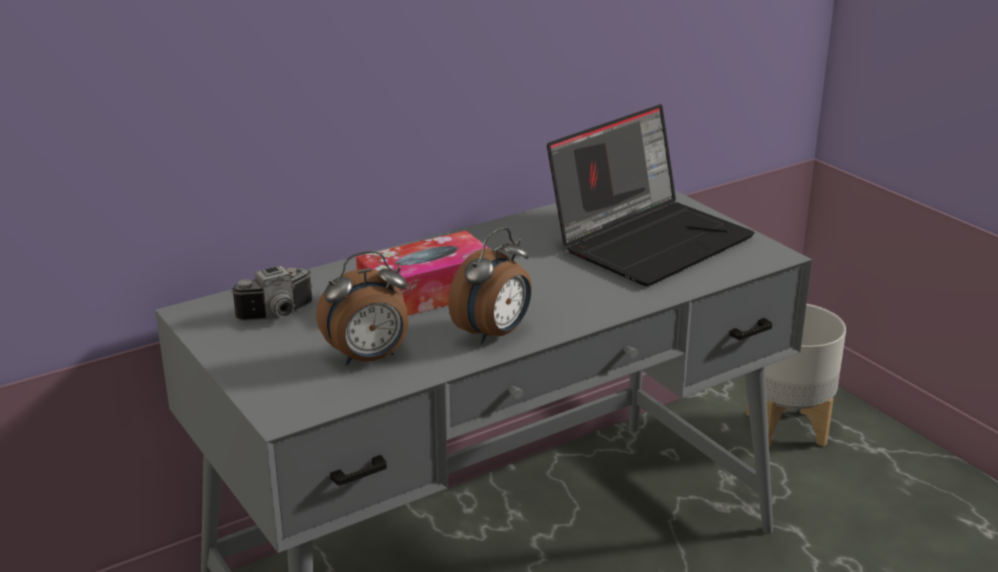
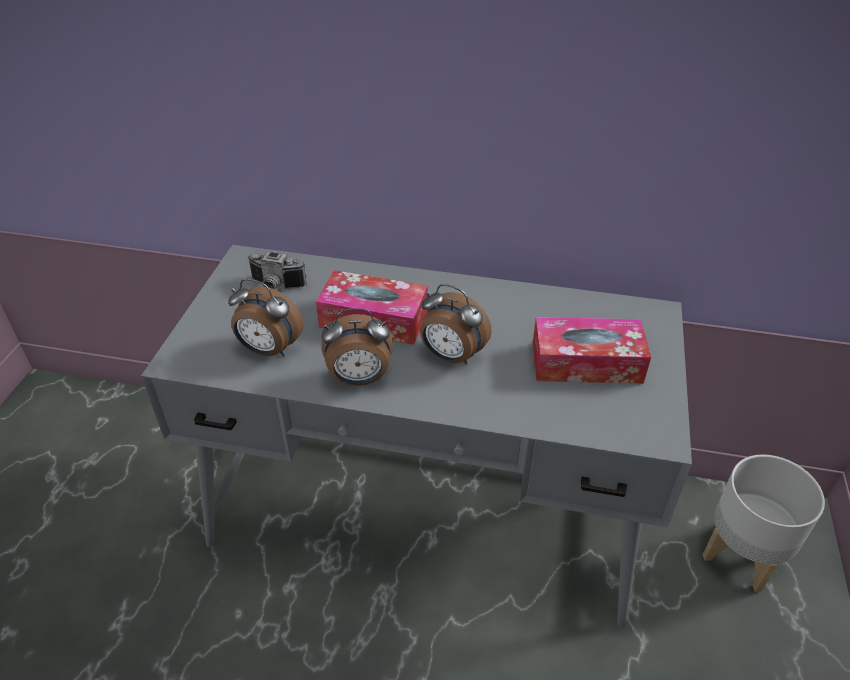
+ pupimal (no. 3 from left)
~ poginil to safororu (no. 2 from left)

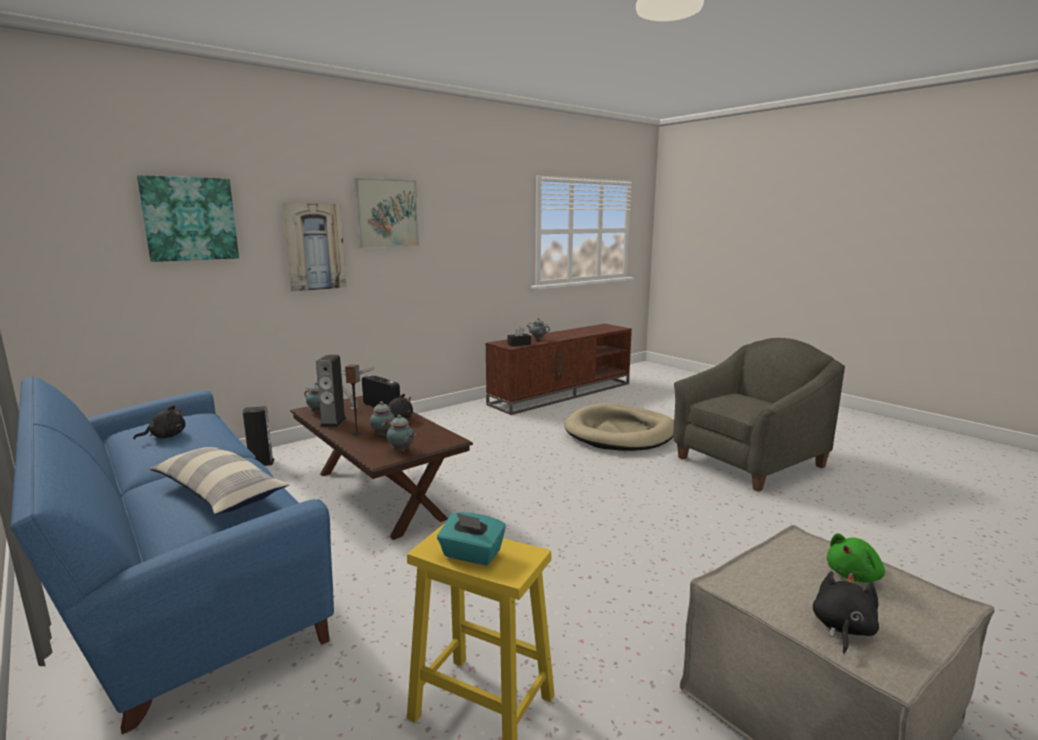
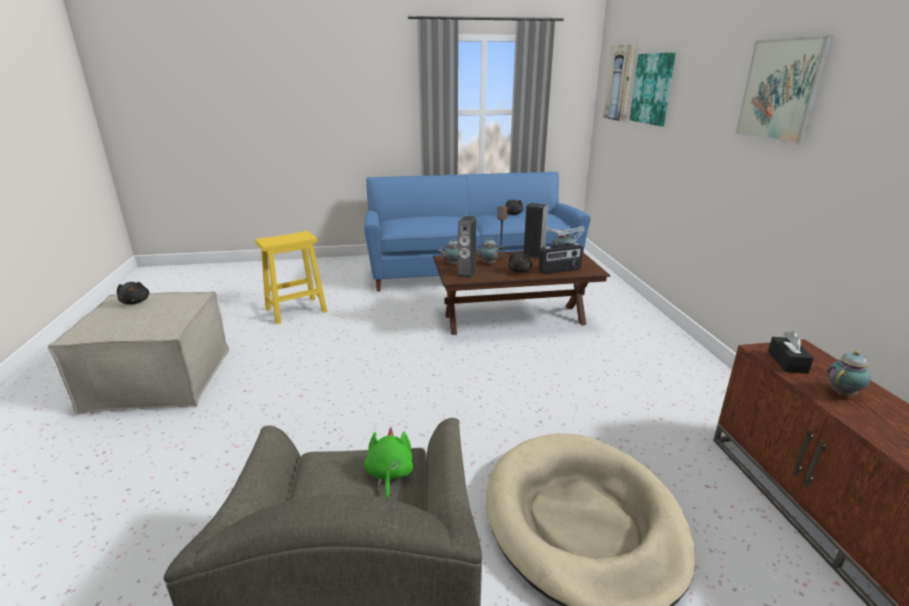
~ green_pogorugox
~ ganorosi (no. 1 from left)
~ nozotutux (no. 2 from left in the first image) to nozotutux (no. 1 from left)
- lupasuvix
- turquoise_safororu

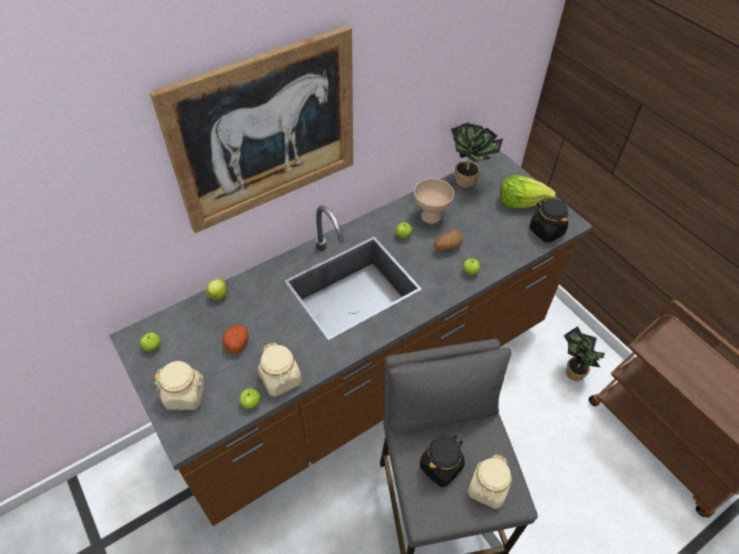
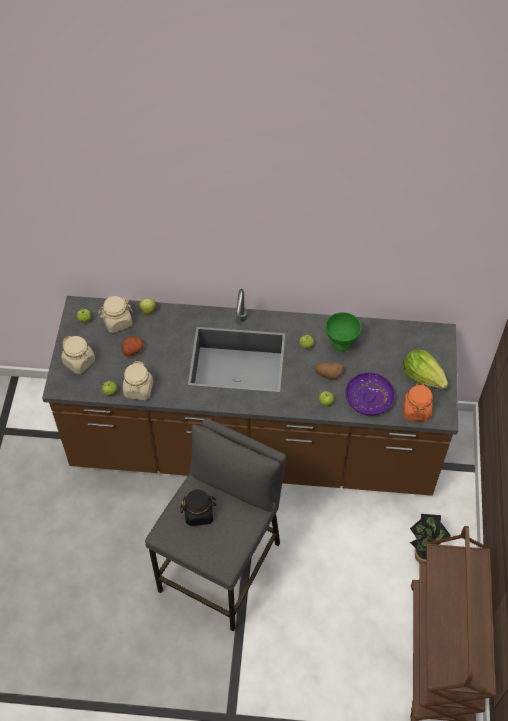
~ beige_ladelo (no. 3 from left in the first image) to beige_ladelo (no. 2 from left)
~ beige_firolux to green_firolux
+ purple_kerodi
~ black_ladelo (no. 2 from left) to orange_ladelo
- nozotutux
- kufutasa (no. 1 from left)

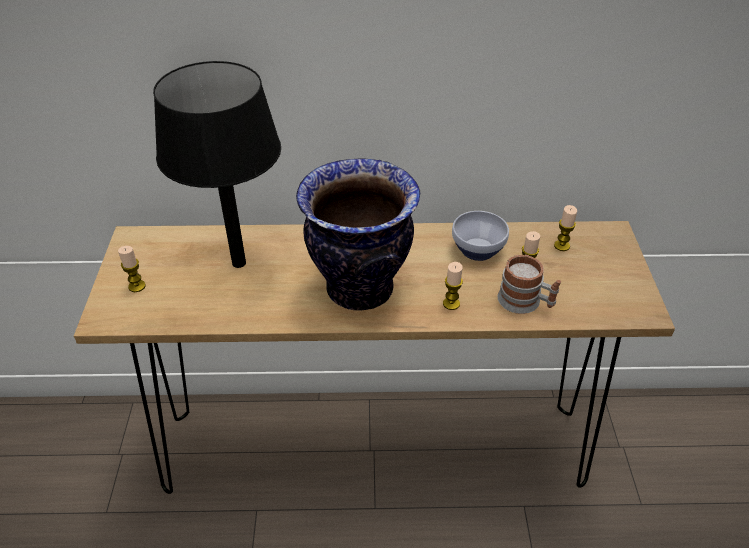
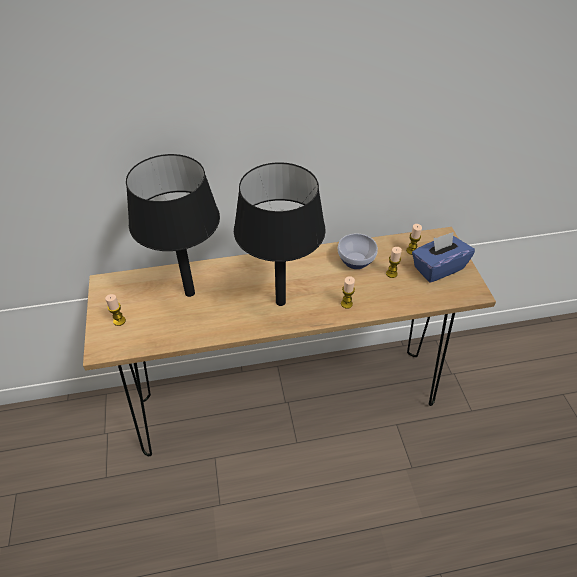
~ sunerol to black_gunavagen (no. 2 from left)
+ blue_safororu
- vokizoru

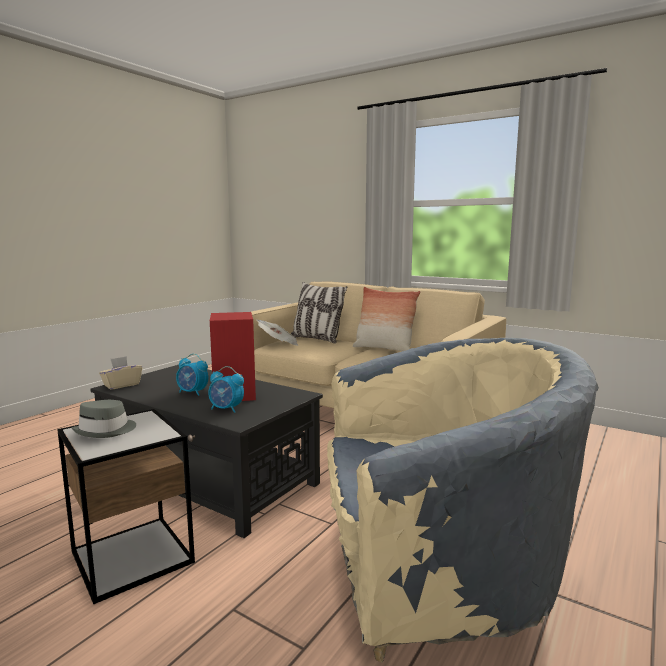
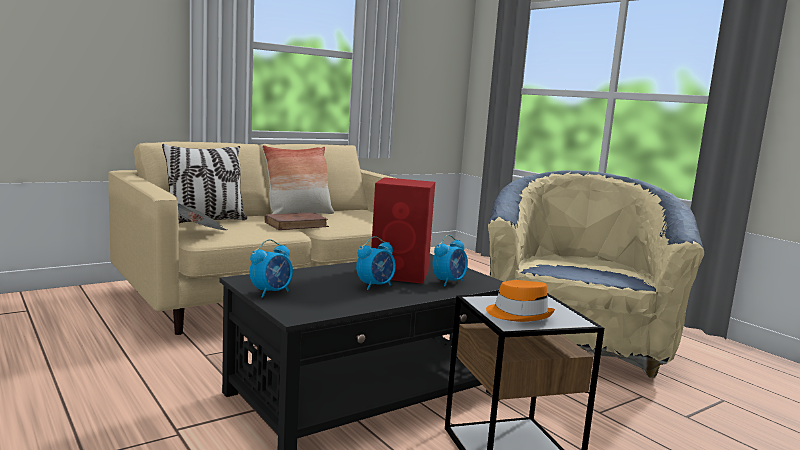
+ pupimal (no. 1 from left)
+ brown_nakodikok
~ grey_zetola to orange_zetola
- beige_safororu

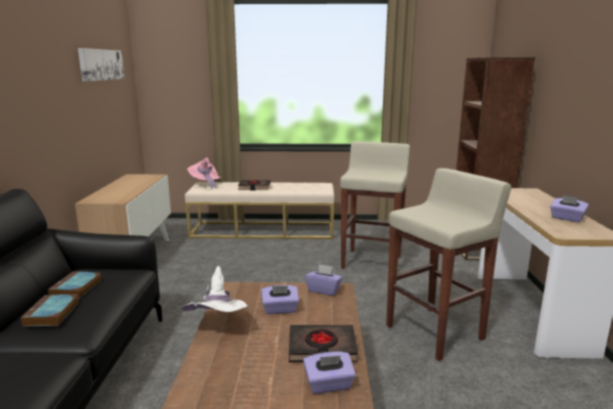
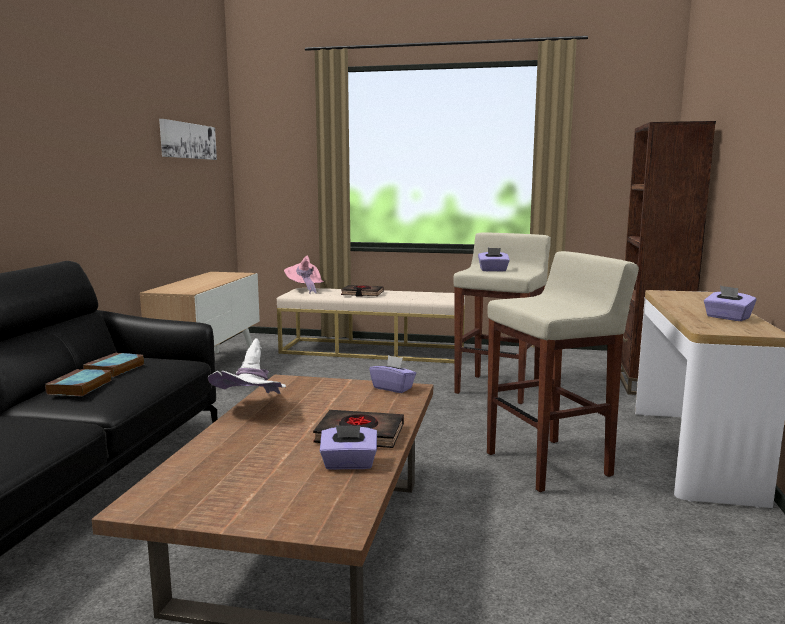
~ purple_safororu (no. 1 from left in the first image) to purple_safororu (no. 3 from left)

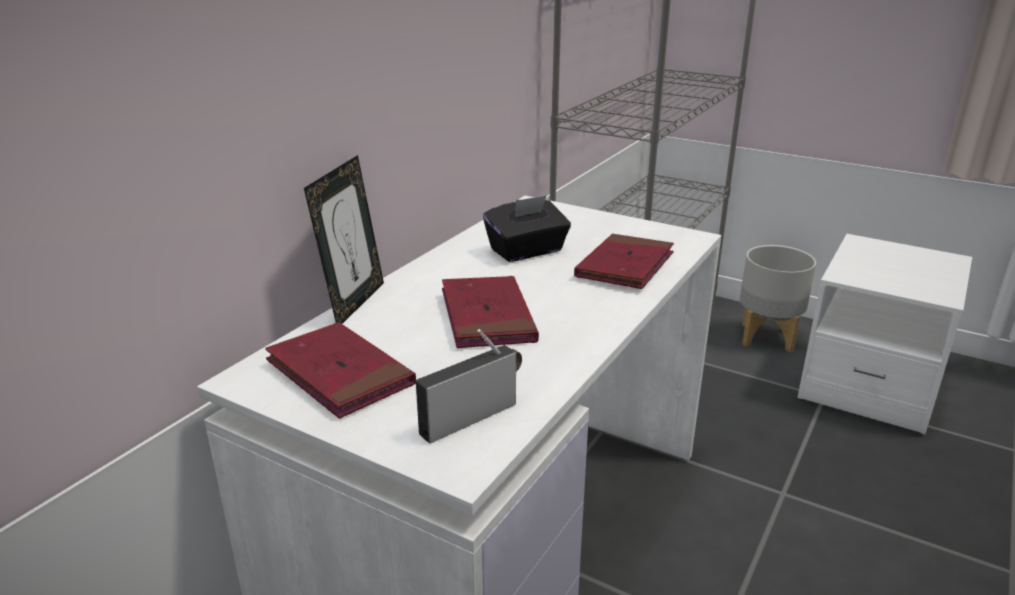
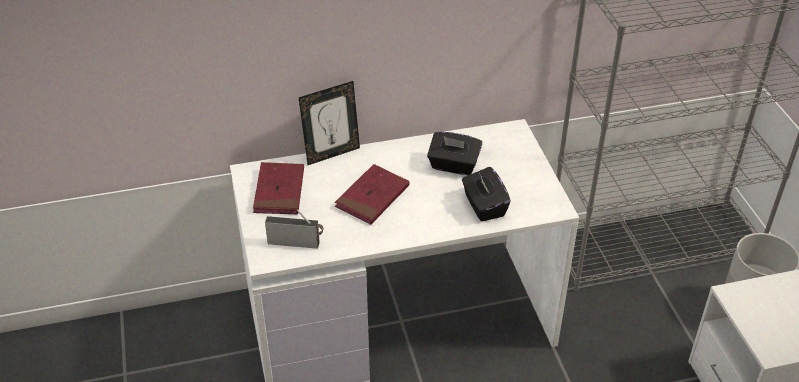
~ red_nakodikok (no. 3 from left) to black_safororu (no. 2 from left)

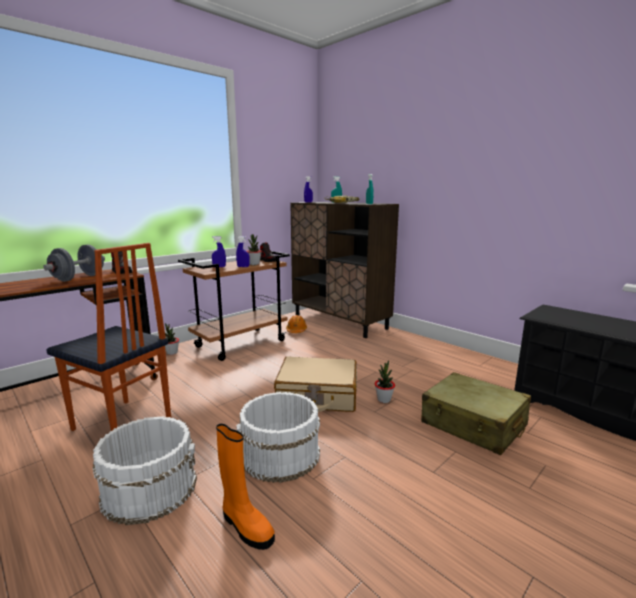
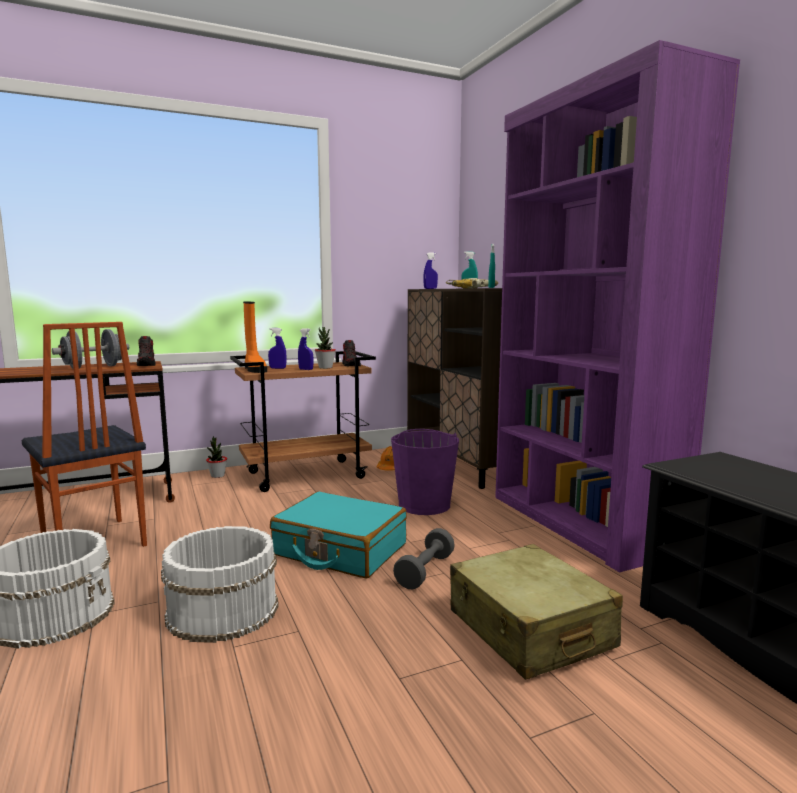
~ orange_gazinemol
~ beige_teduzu (no. 1 from left) to turquoise_teduzu
+ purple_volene
~ kufutasa (no. 3 from left) to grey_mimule (no. 2 from left)
+ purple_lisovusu

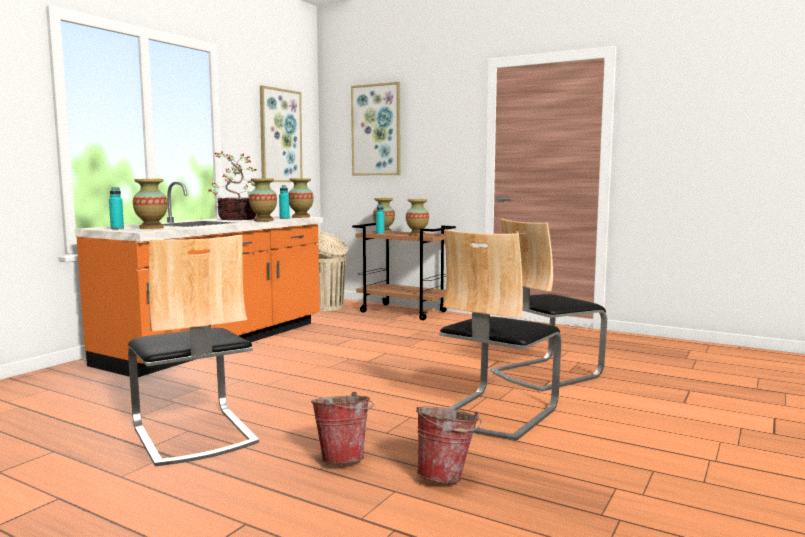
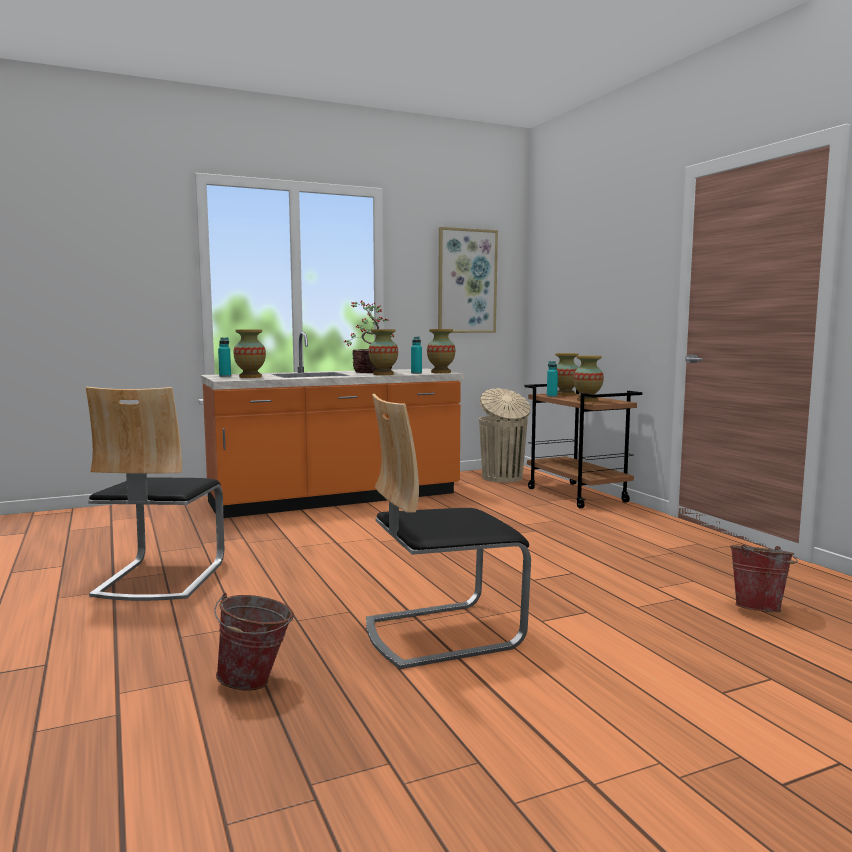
~ volene (no. 1 from left in the first image) to volene (no. 2 from left)
- nozotutux (no. 2 from left)
- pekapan (no. 3 from left)

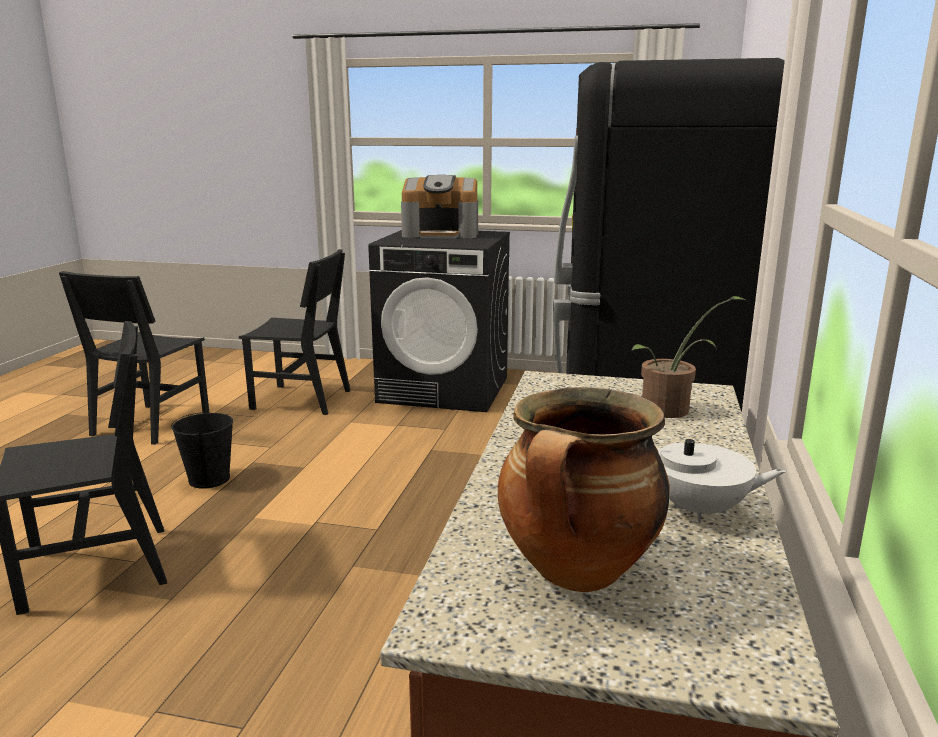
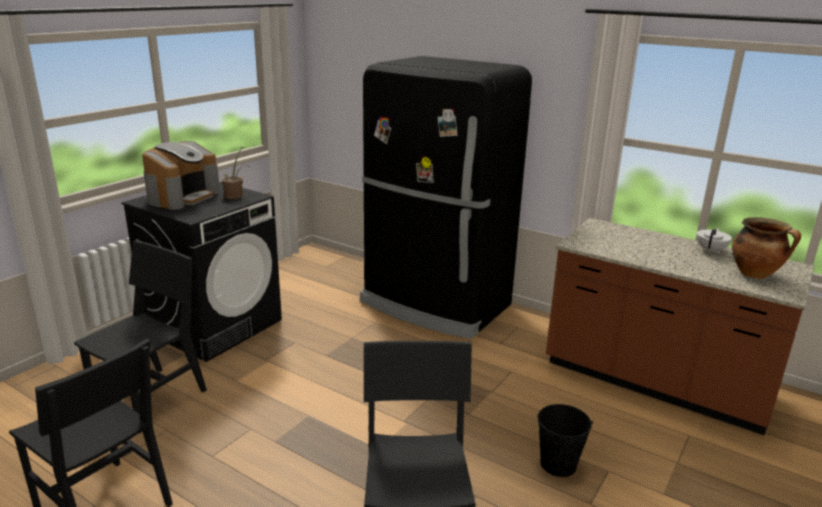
~ kufutasa
~ black_volene

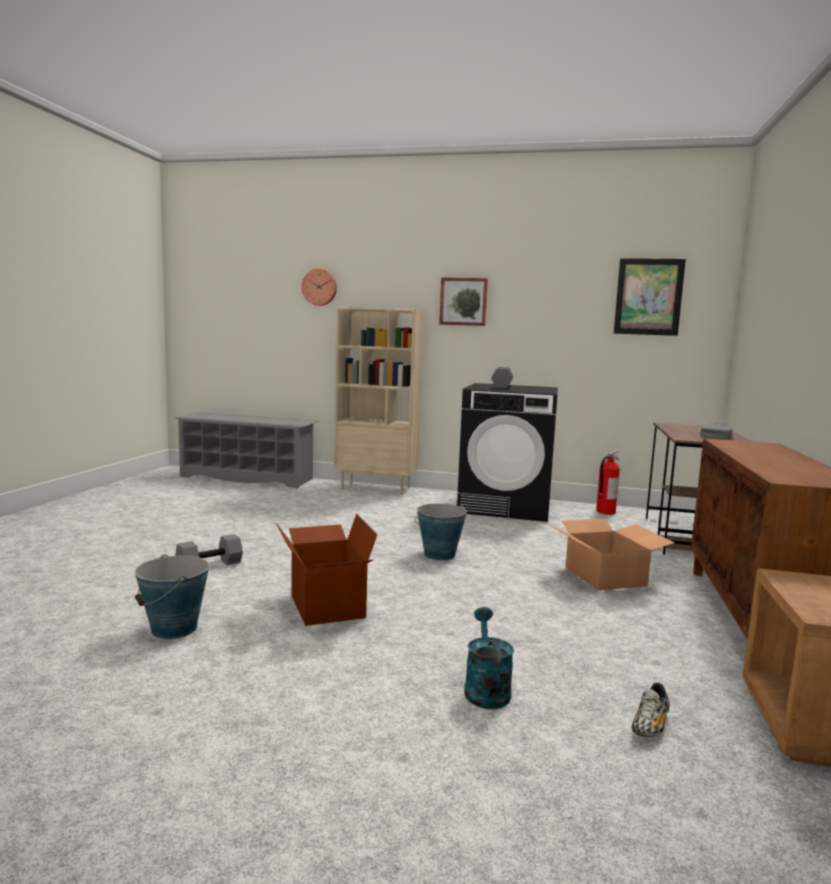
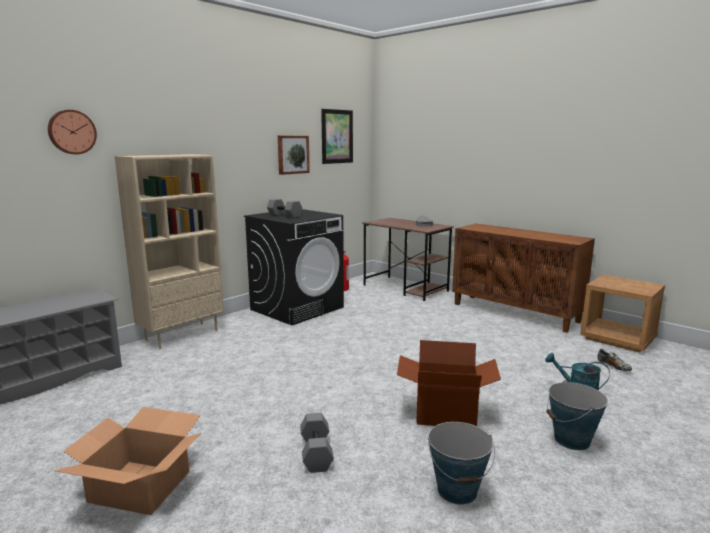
~ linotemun (no. 2 from left in the first image) to linotemun (no. 1 from left)
~ nozotutux (no. 1 from left)
~ volene (no. 2 from left)

